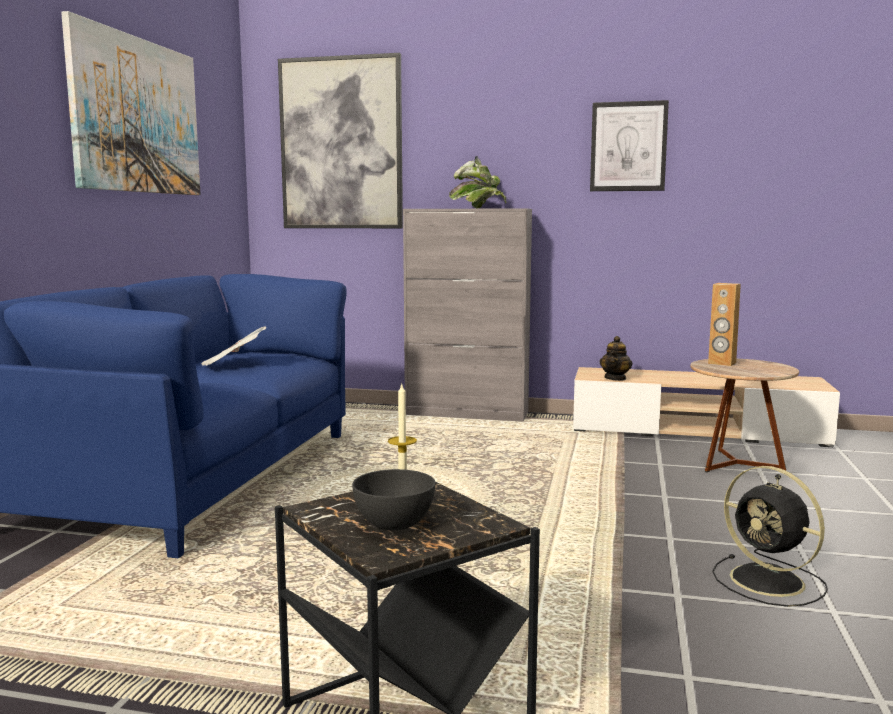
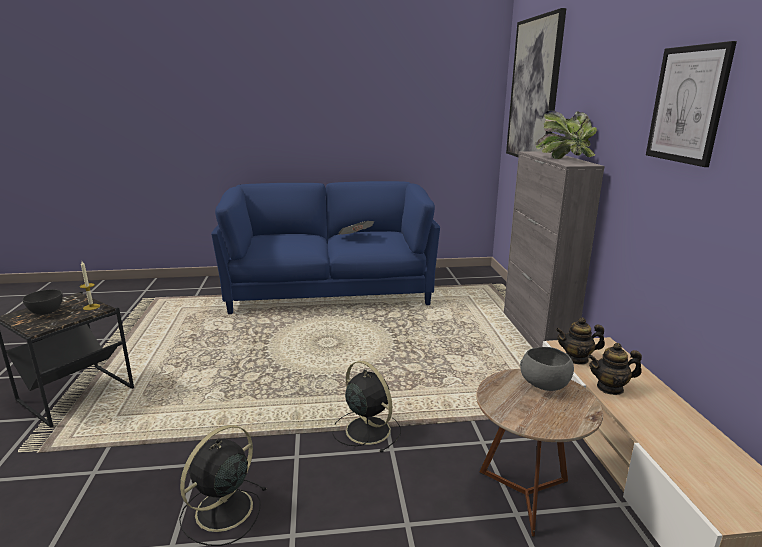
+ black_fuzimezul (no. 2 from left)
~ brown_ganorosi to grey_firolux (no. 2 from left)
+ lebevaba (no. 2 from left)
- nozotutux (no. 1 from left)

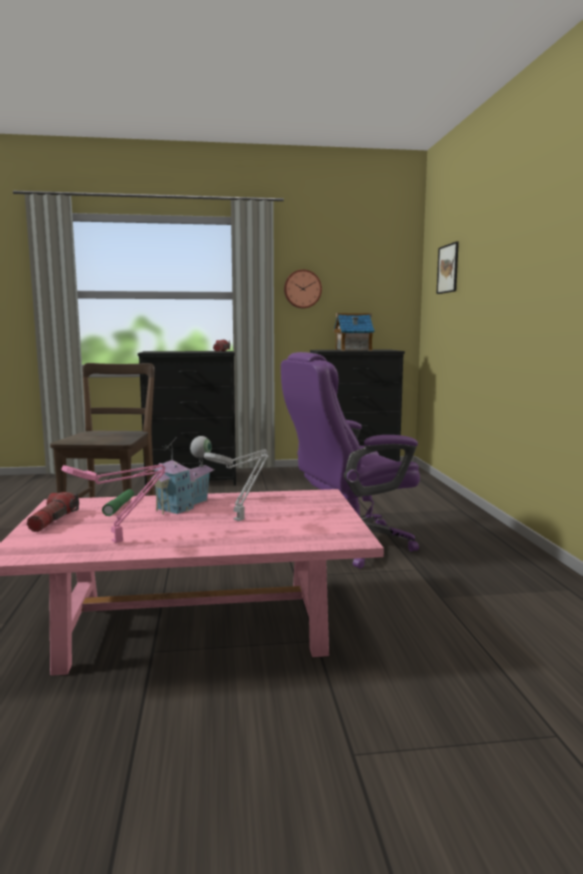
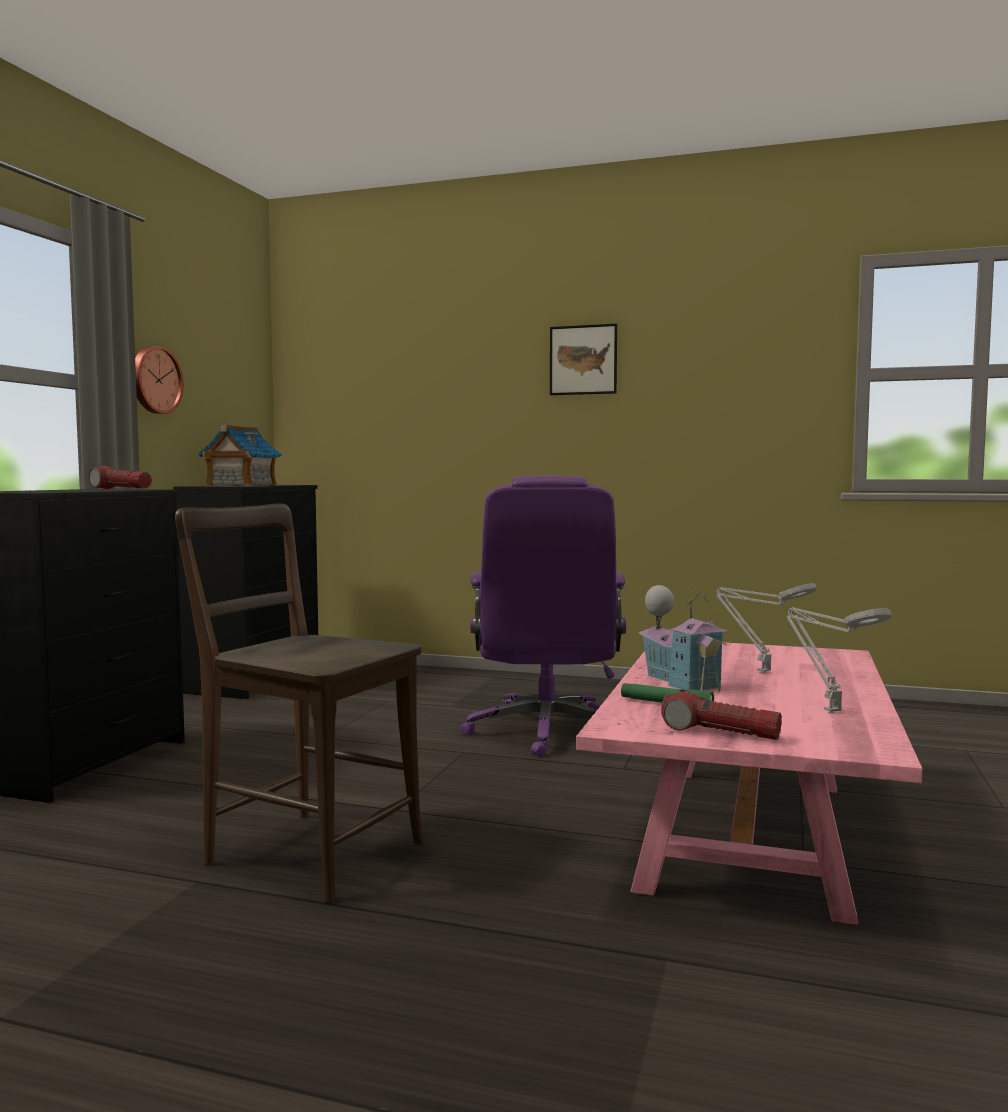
~ nozotutux
~ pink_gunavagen to grey_gunavagen (no. 2 from left)

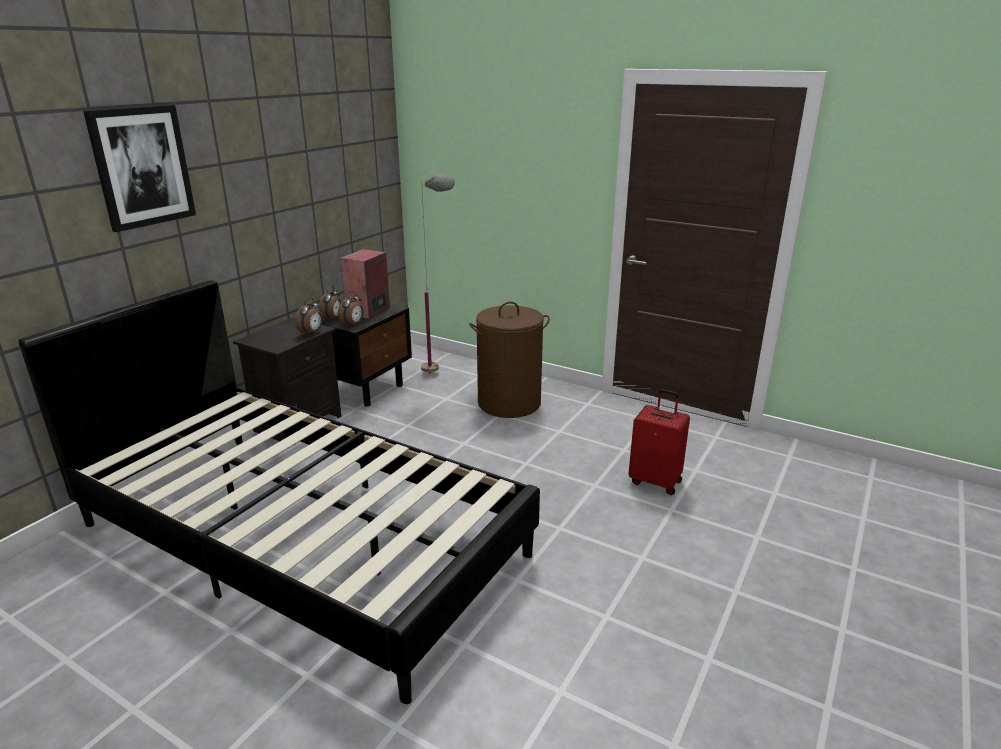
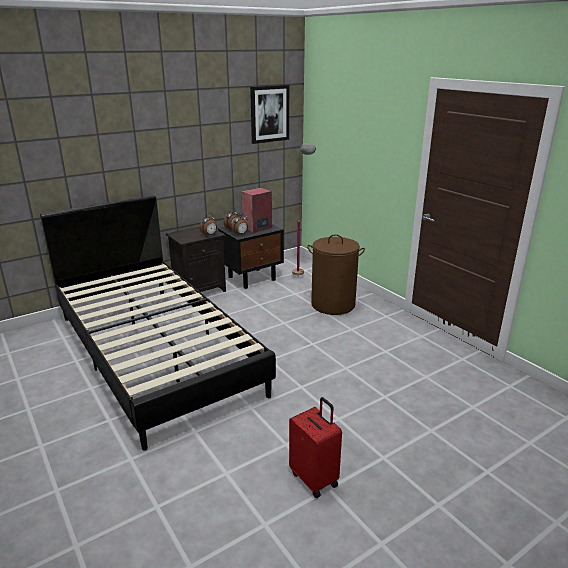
~ nozotutux
~ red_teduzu

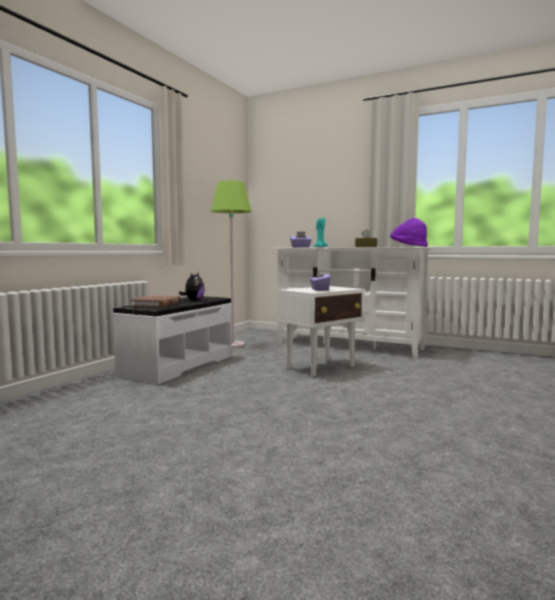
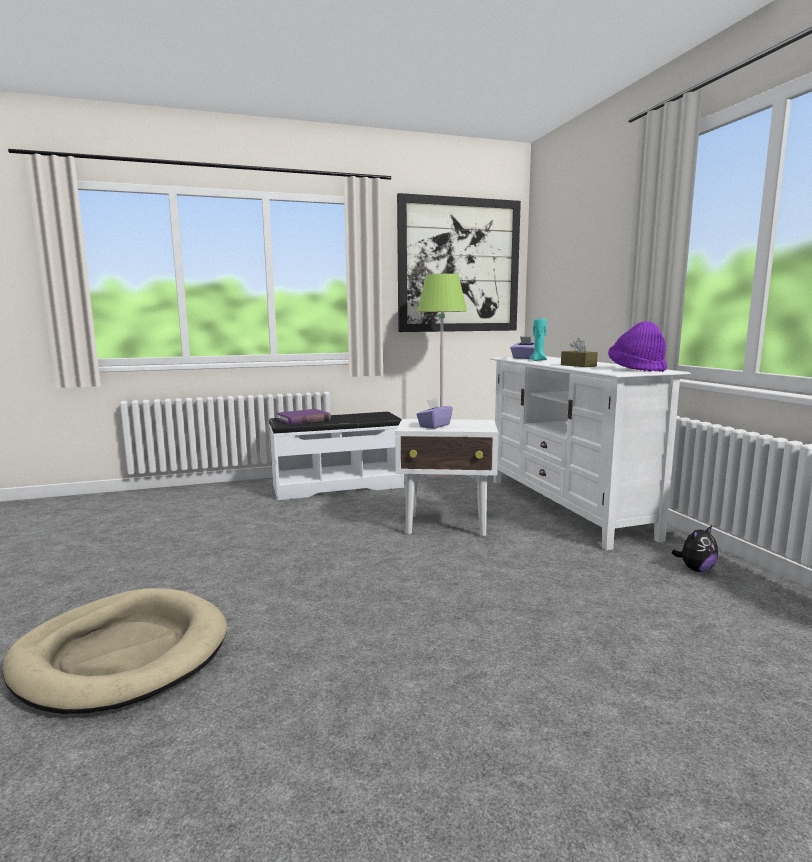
+ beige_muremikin
~ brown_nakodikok to purple_nakodikok
+ nozotutux
~ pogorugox

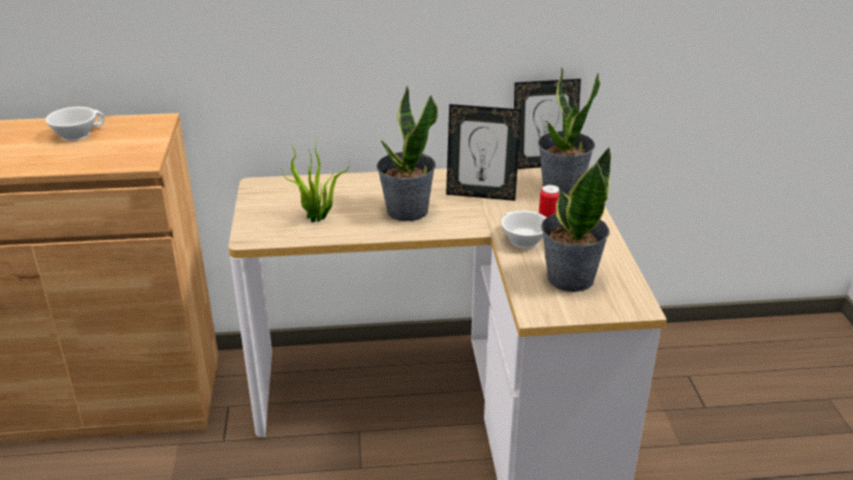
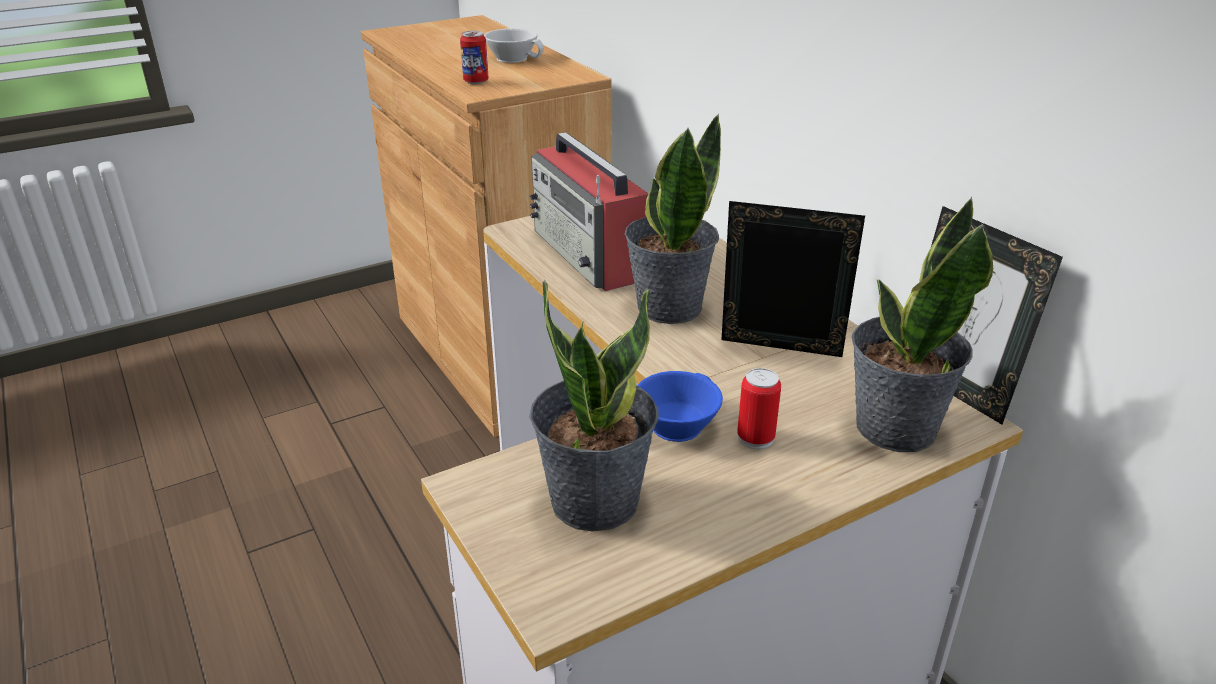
+ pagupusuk (no. 1 from left)
~ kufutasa (no. 1 from left) to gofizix
~ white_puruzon (no. 2 from left) to blue_puruzon
~ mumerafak (no. 1 from left) 120 degrees clockwise

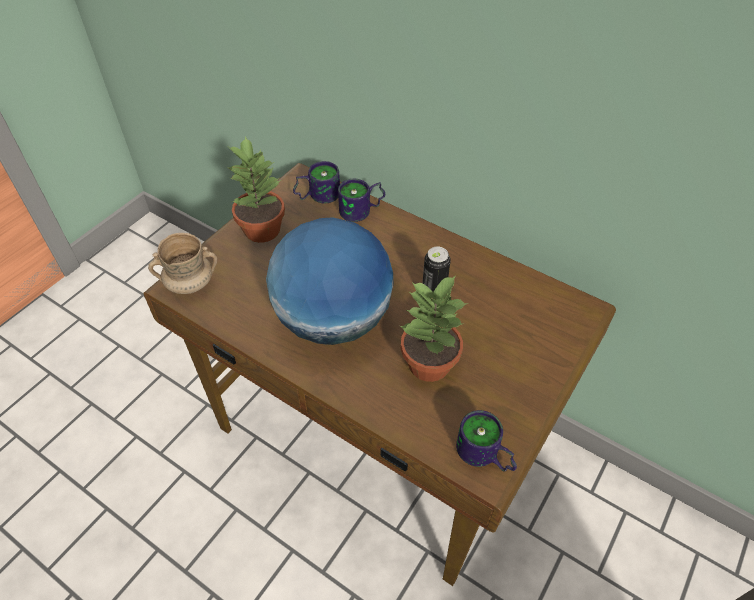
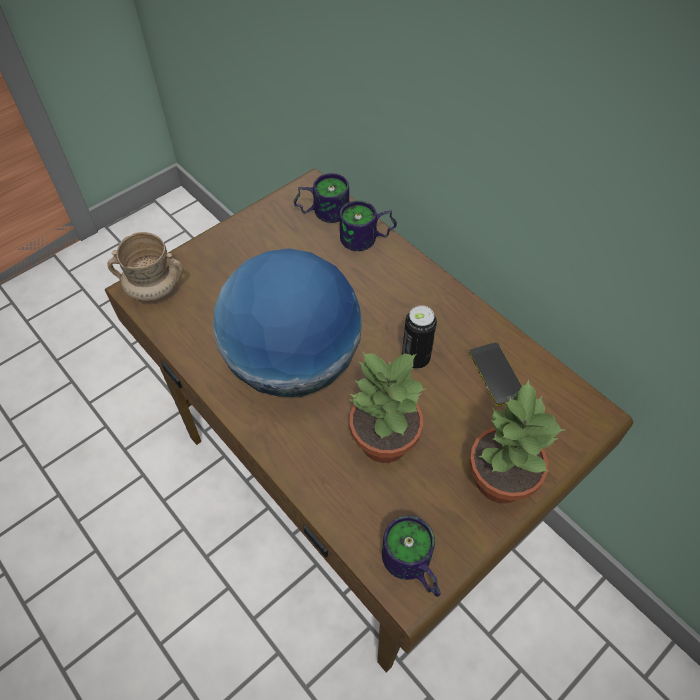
+ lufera
~ kufutasa (no. 1 from left in the first image) to kufutasa (no. 2 from left)

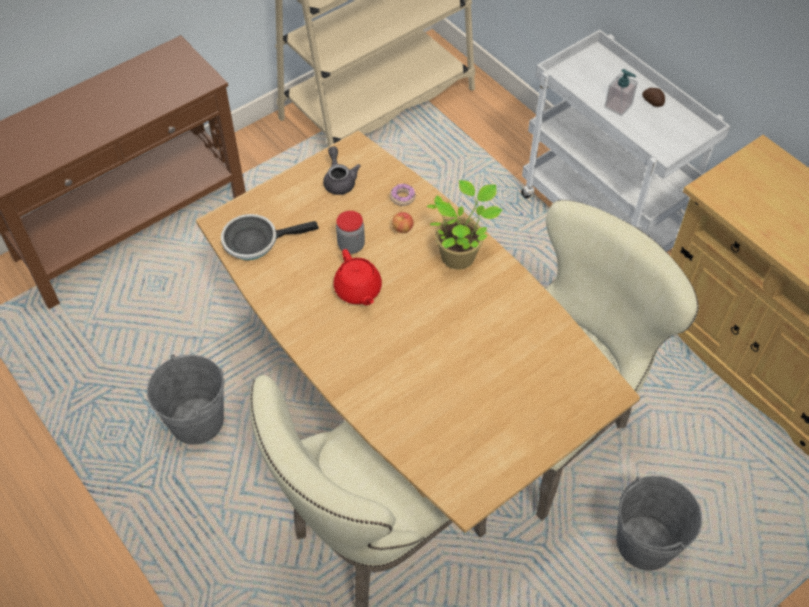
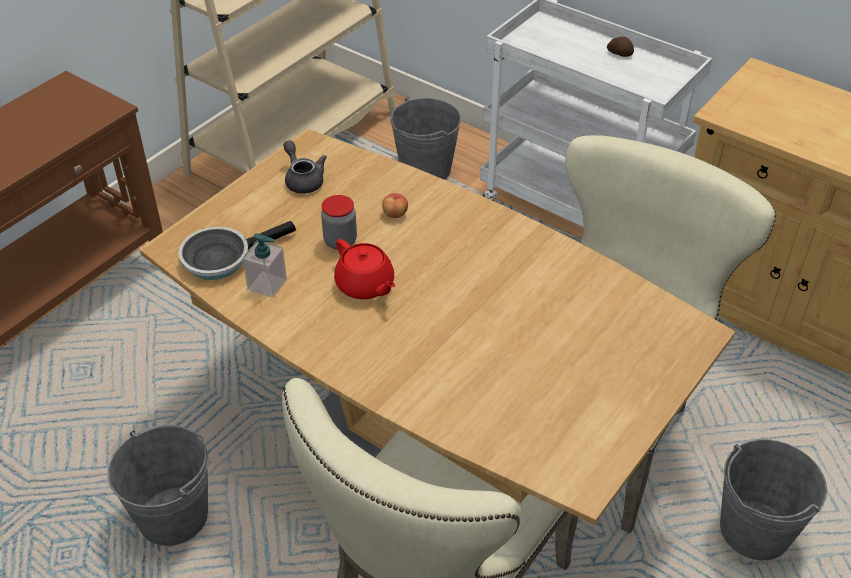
~ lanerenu
+ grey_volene (no. 2 from left)
- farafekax
- kufutasa

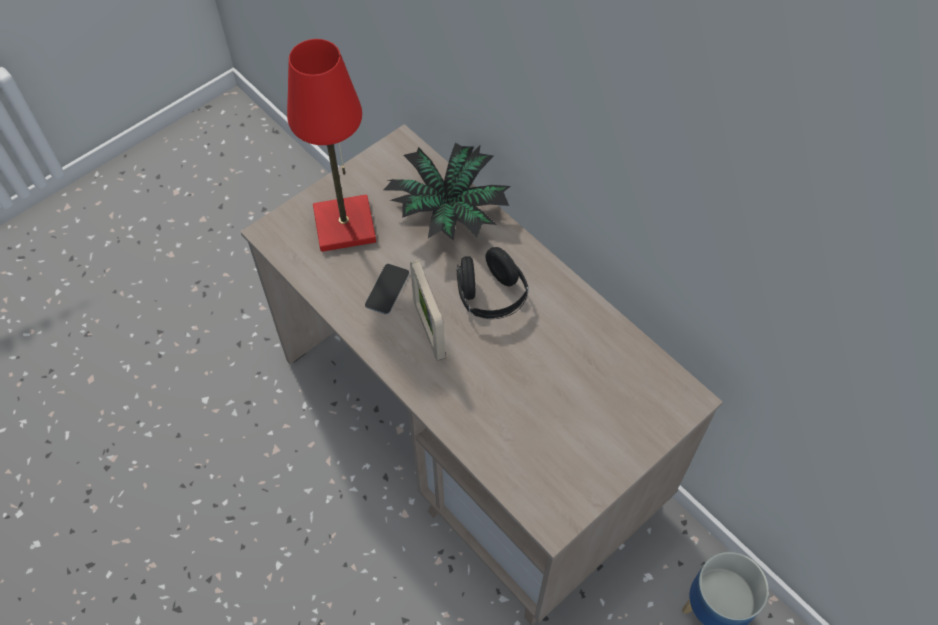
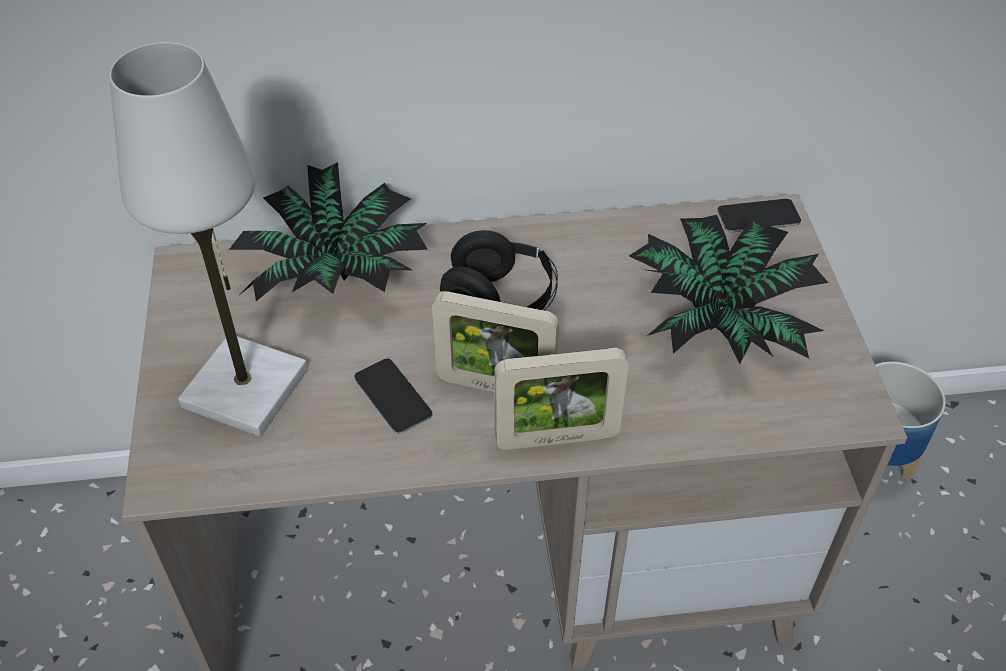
~ red_gunavagen to white_gunavagen
+ mumerafak (no. 2 from left)
+ kufutasa (no. 2 from left)
+ lufera (no. 2 from left)

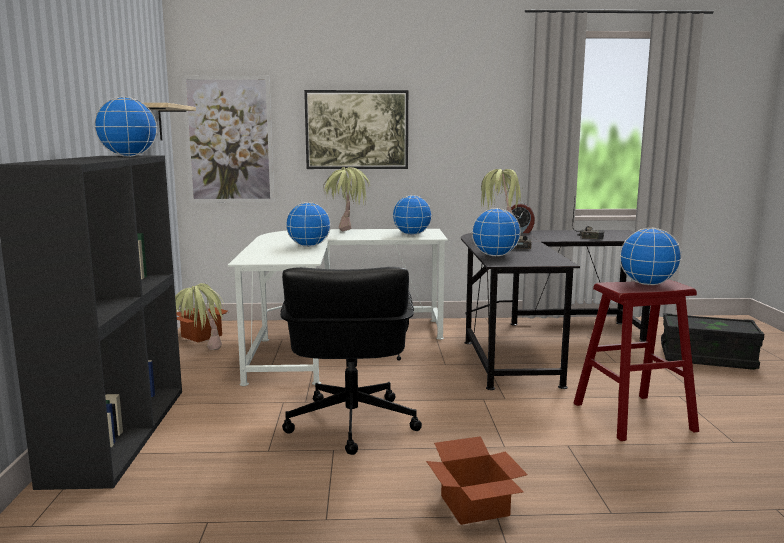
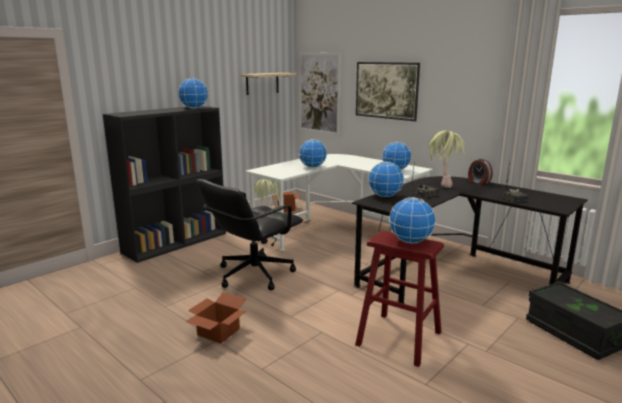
- kufutasa (no. 2 from left)

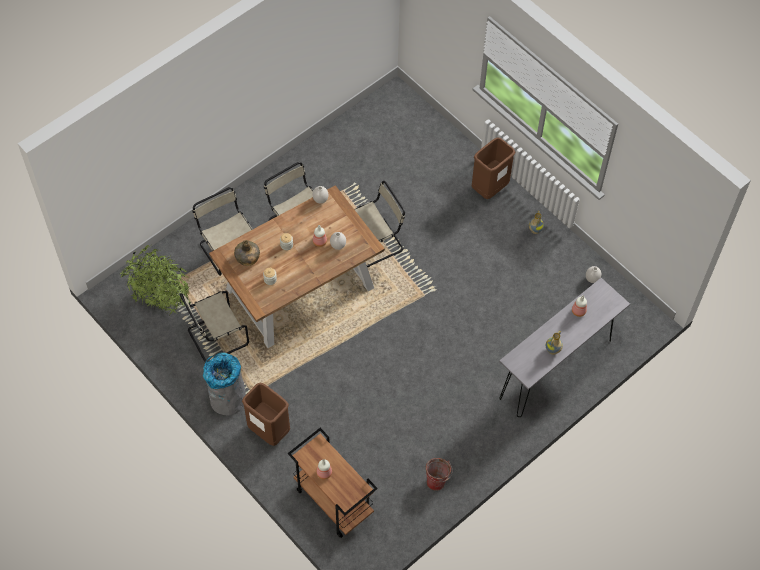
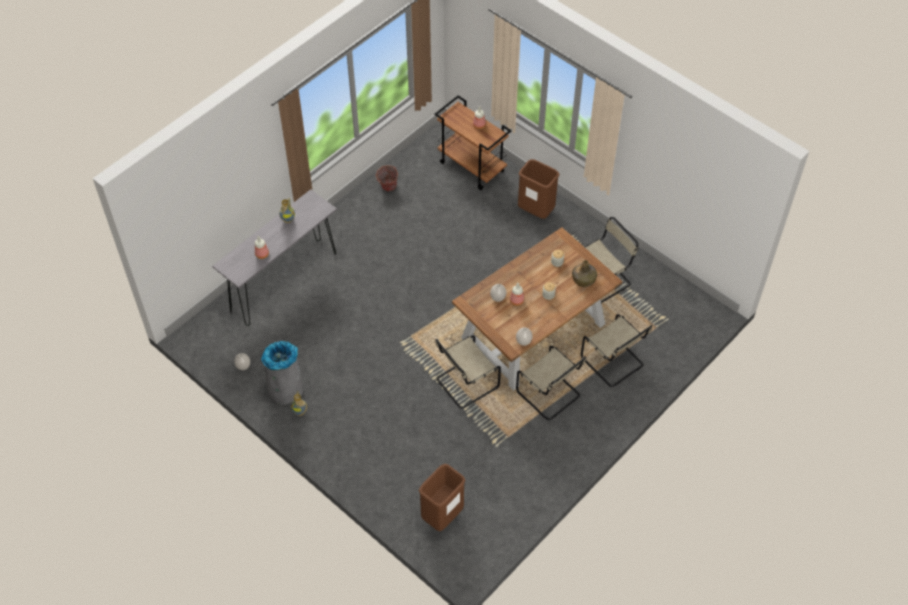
~ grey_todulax
~ brown_todulax (no. 2 from left in the first image) to brown_todulax (no. 1 from left)
- kufutasa

